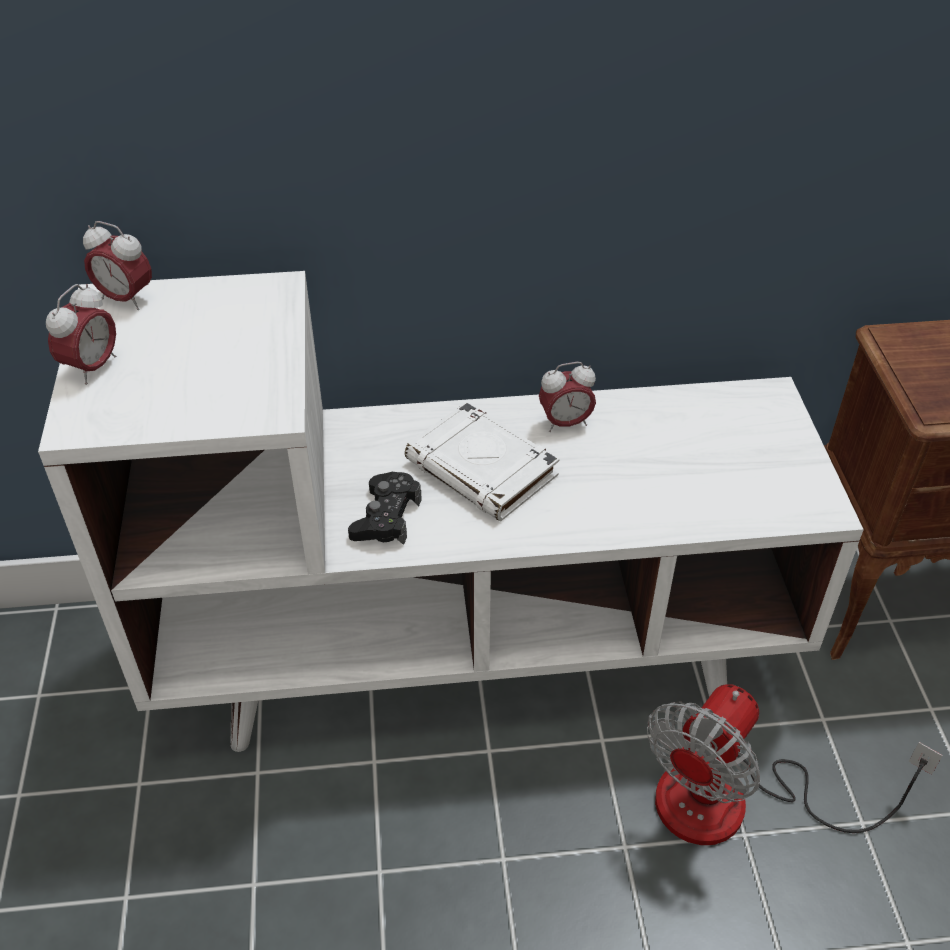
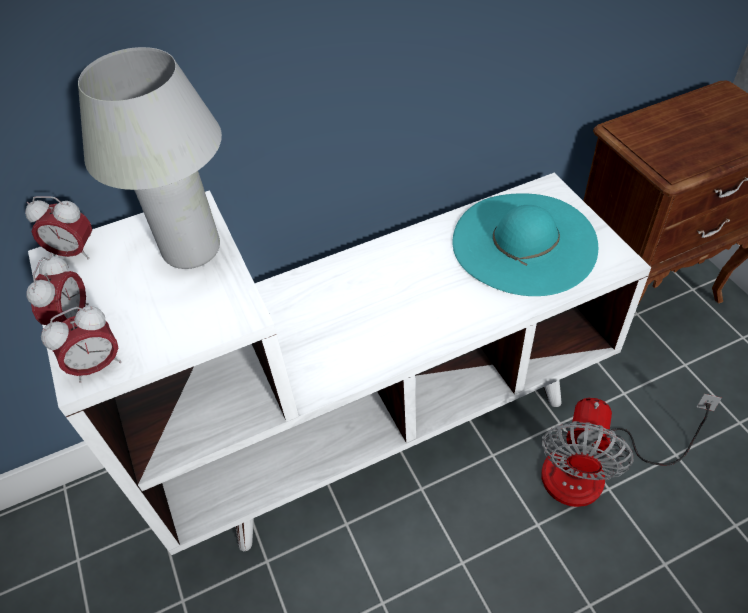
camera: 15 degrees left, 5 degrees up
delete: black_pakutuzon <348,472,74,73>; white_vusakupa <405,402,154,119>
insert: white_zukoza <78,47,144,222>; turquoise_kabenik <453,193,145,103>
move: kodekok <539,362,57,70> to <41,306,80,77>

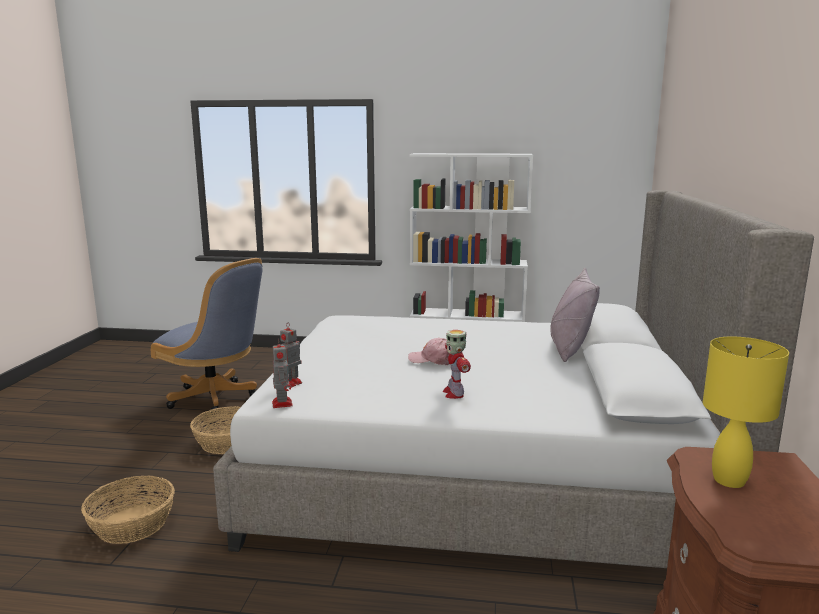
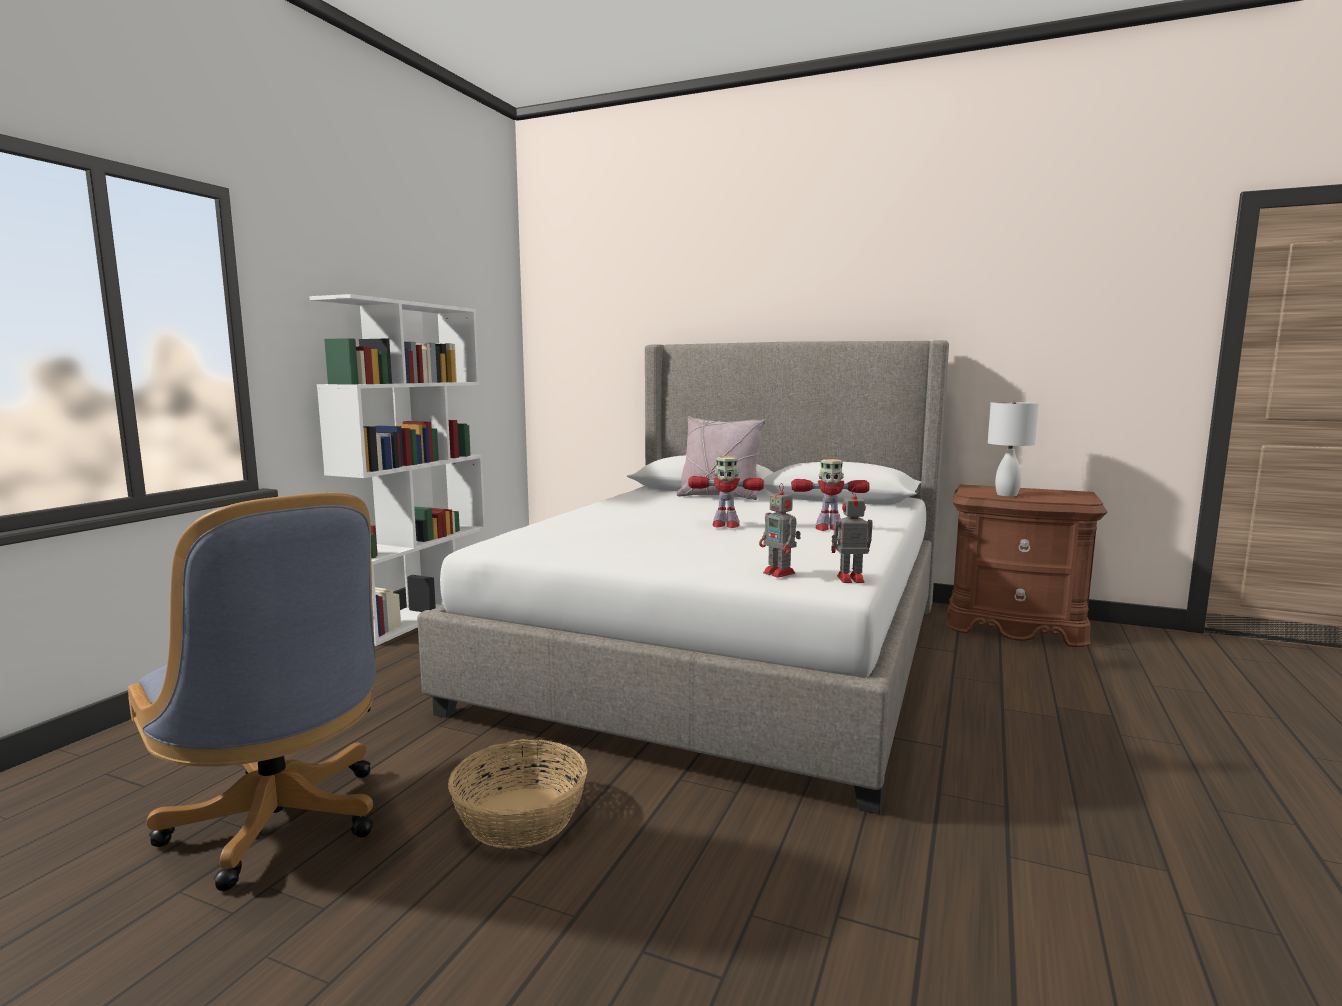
camera: 75 degrees left, 5 degrees down
delete: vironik <81,476,94,68>
replace: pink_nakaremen <408,338,41,27> to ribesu <688,456,76,72>
recolor: yellow_zukoza <703,337,86,151> to white_zukoza <988,401,51,96>
rotate: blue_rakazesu <150,258,113,157> = <128,492,248,399> 90 degrees clockwise

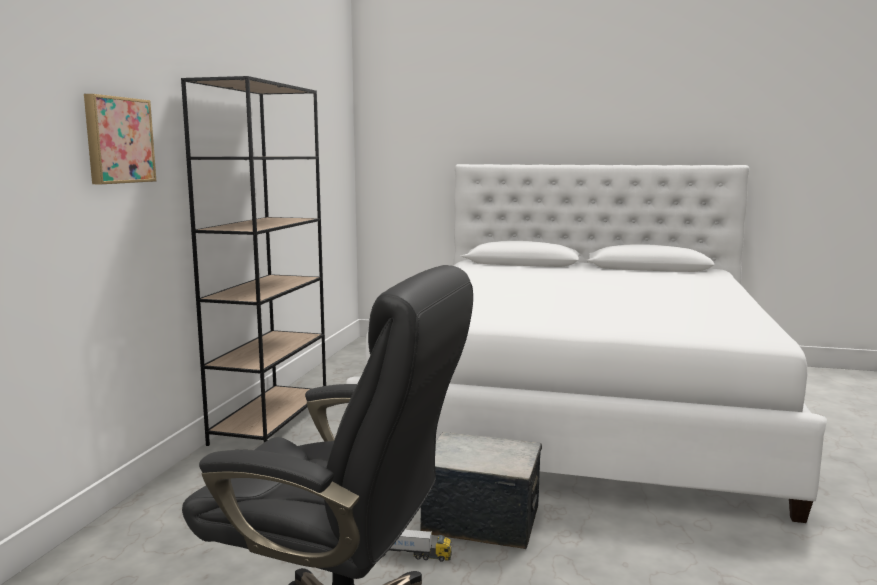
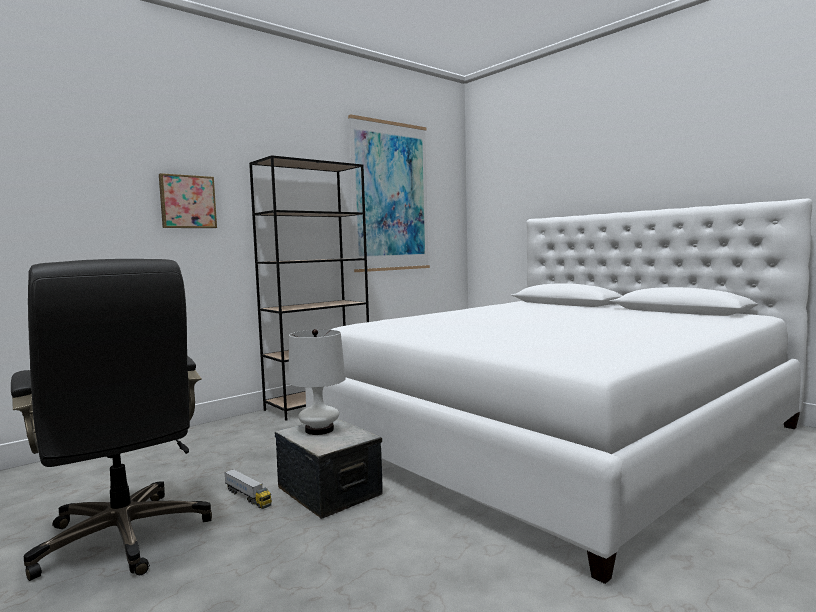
camera: 35 degrees right, 5 degrees down
insert: white_zukoza <289,329,57,106>; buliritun <348,114,82,158>

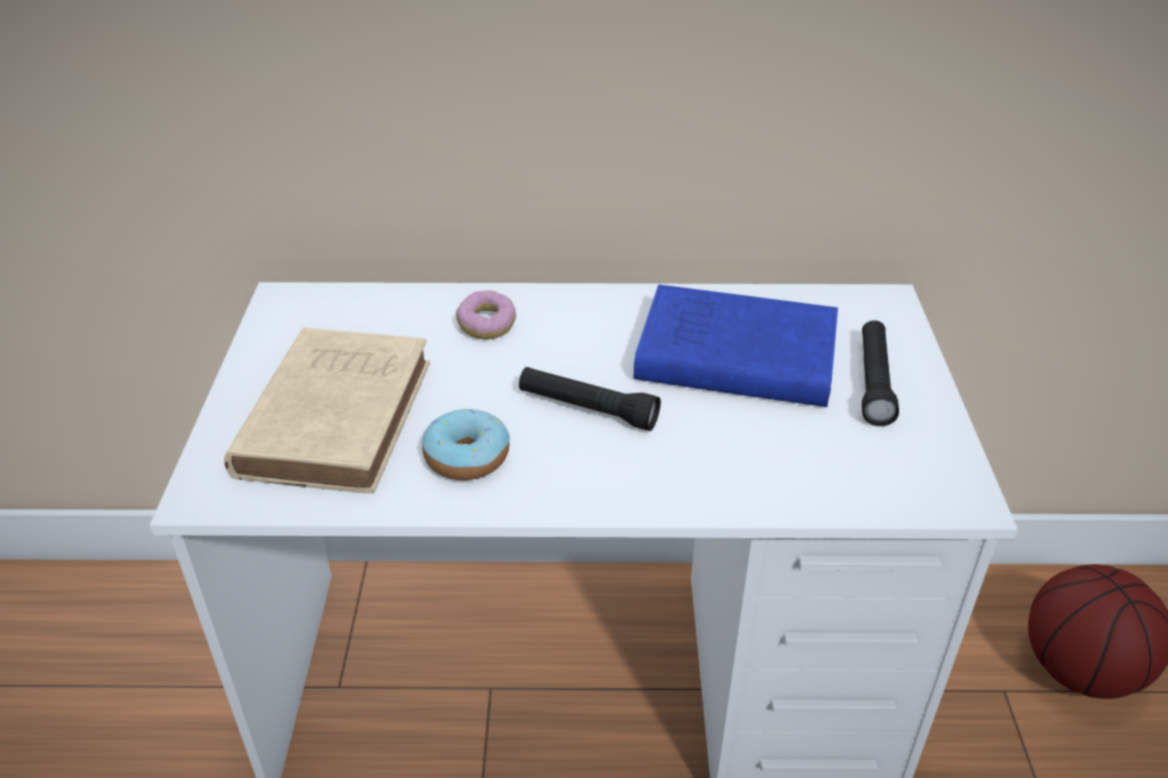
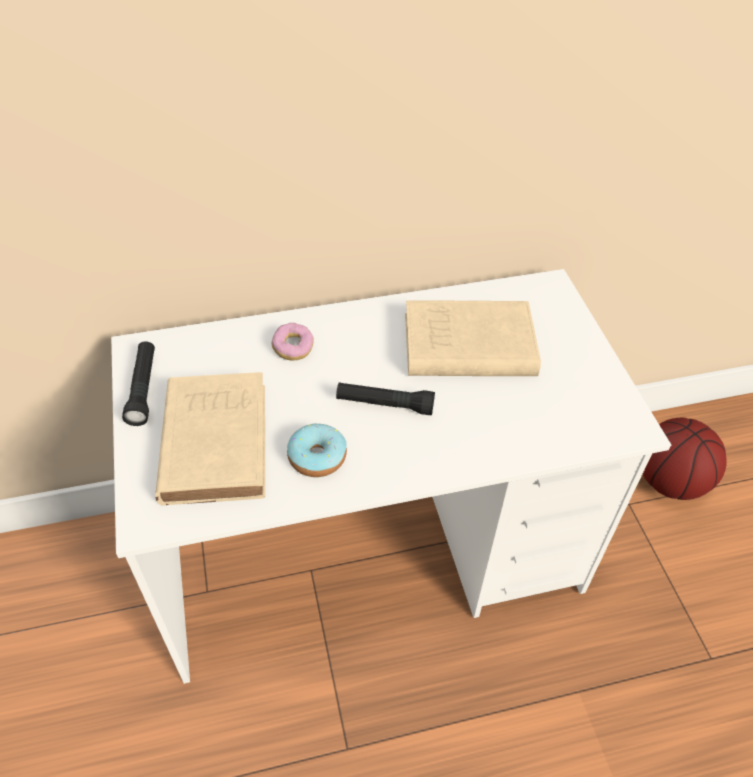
camera: 15 degrees left, 10 degrees up
move: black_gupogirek <862,320,37,106> to <122,342,33,84>
recolor: blue_vusakupa <634,285,204,122> to beige_vusakupa <405,300,136,76>

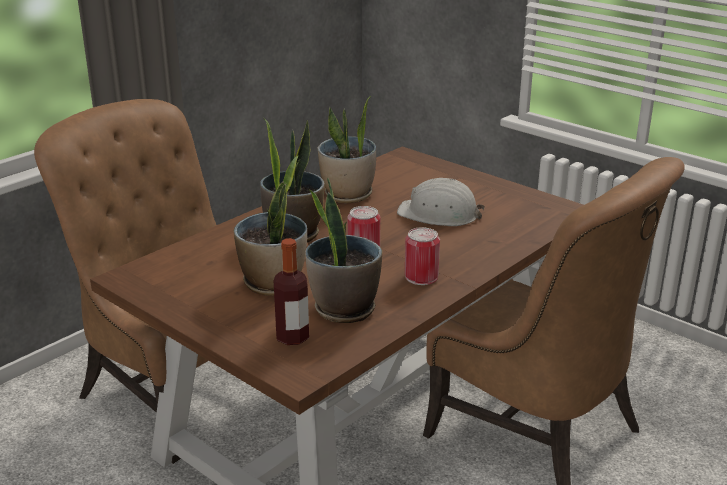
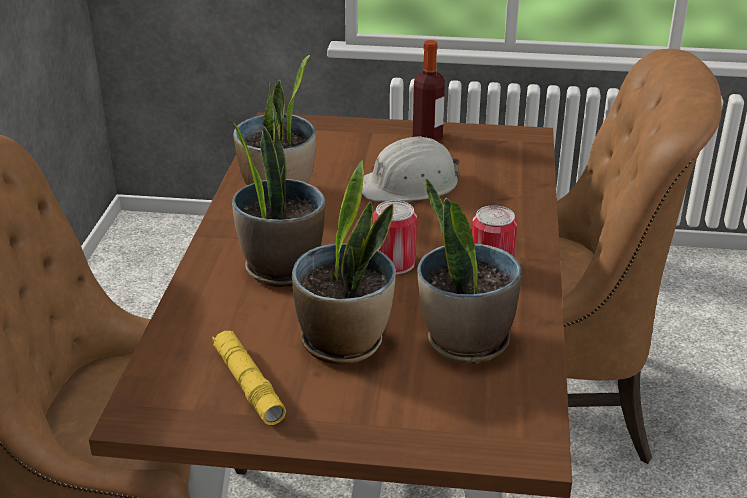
camera: 35 degrees left, 5 degrees up
insert: yellow_gupogirek <212,331,74,94>
move: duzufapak <273,238,36,107> to <413,40,32,101>

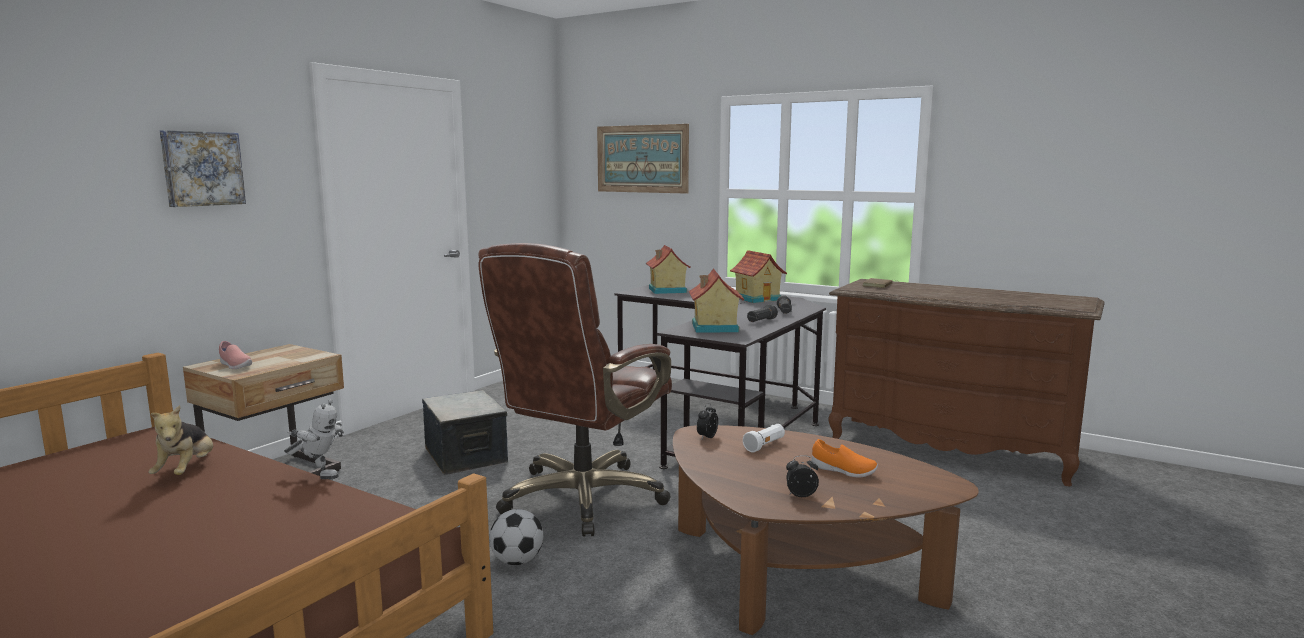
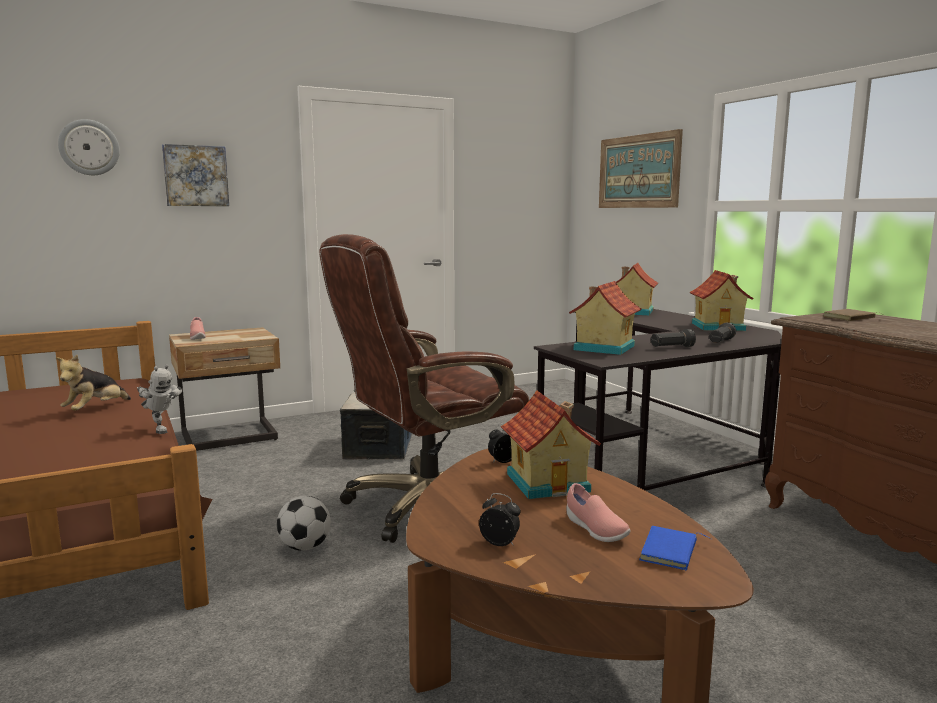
camera: 30 degrees right, 0 degrees up
insert: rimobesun <58,119,62,56>; blue_vusakupa <639,526,72,44>
replace: white_gupogirek <743,424,42,28> to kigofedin <501,390,100,109>
recolor: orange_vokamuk <812,439,66,38> to pink_vokamuk <566,483,64,59>

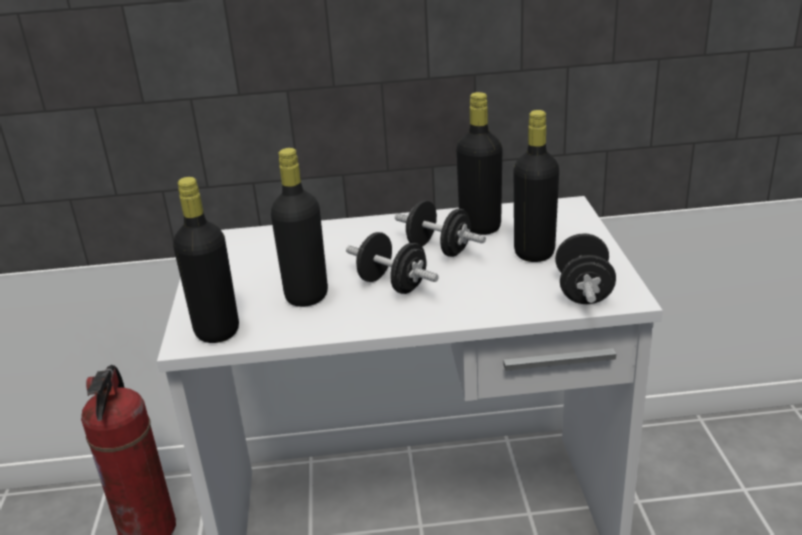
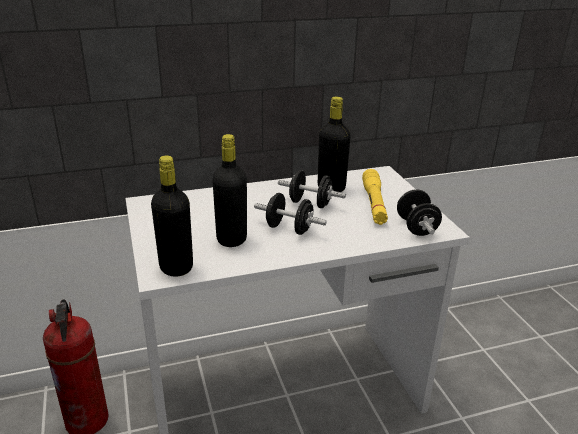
camera: 15 degrees left, 0 degrees up
replace: black_duzufapak <514,110,45,152> to yellow_gupogirek <362,169,26,56>

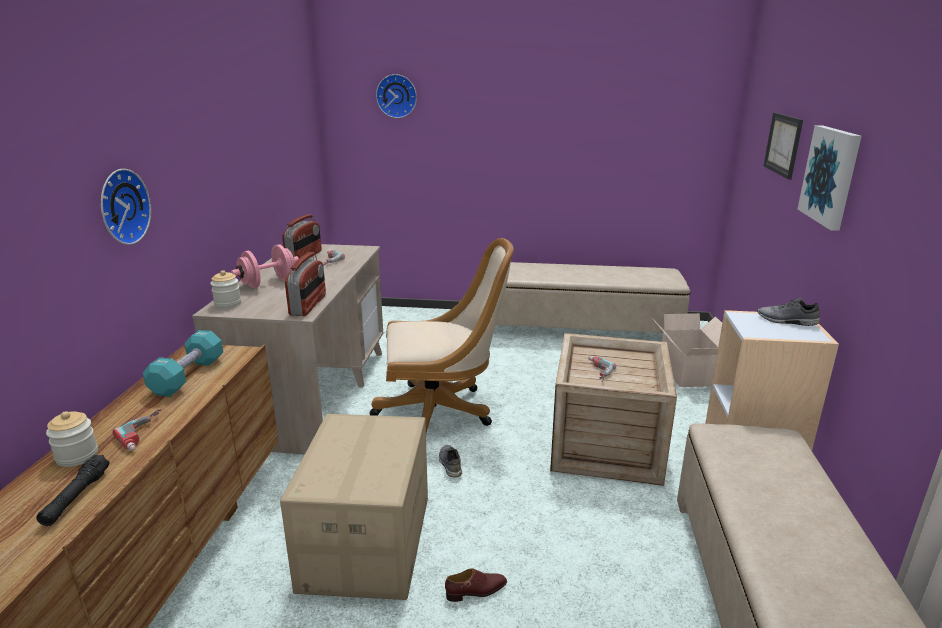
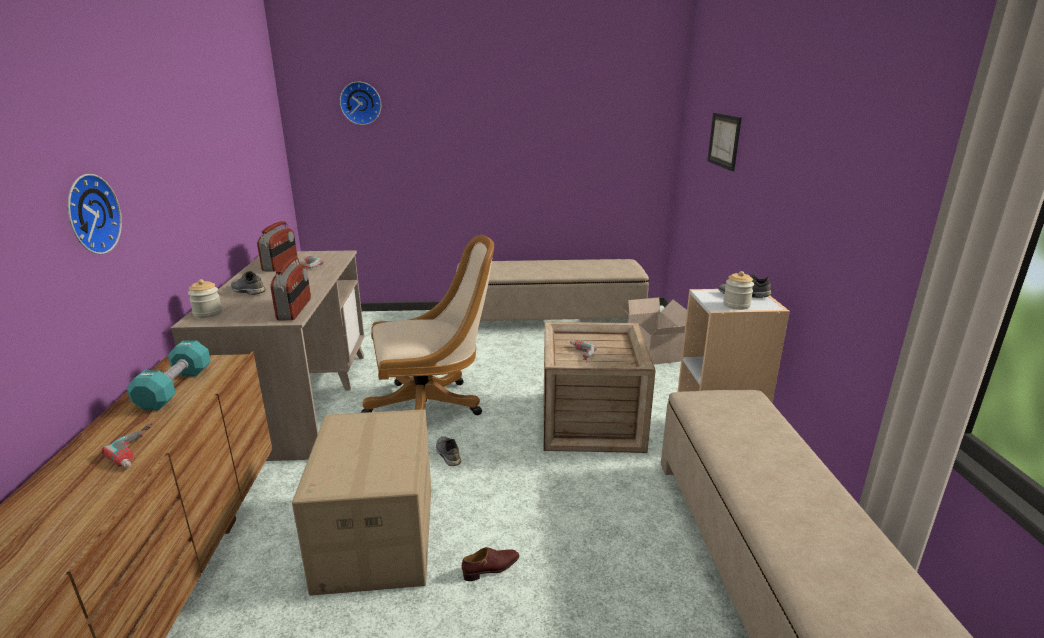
camera: 10 degrees left, 0 degrees up
delete: black_gupogirek <36,455,74,71>; buliritun <798,125,64,106>
move: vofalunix <46,411,52,56> to <723,271,31,39>
replace: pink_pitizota <231,244,68,44> to grey_vokamuk <231,271,35,24>

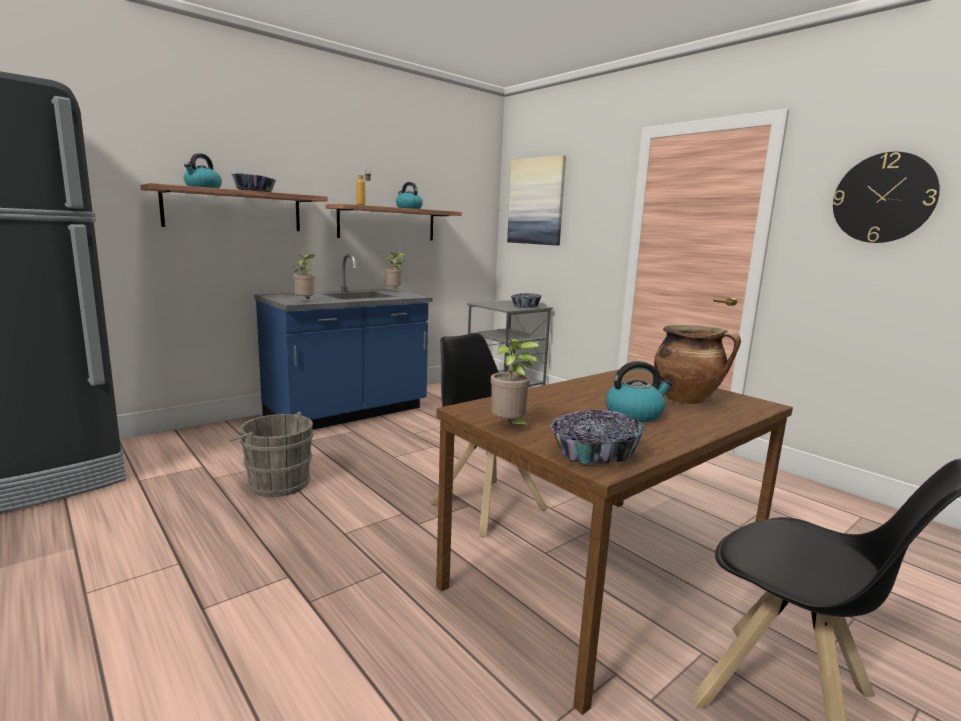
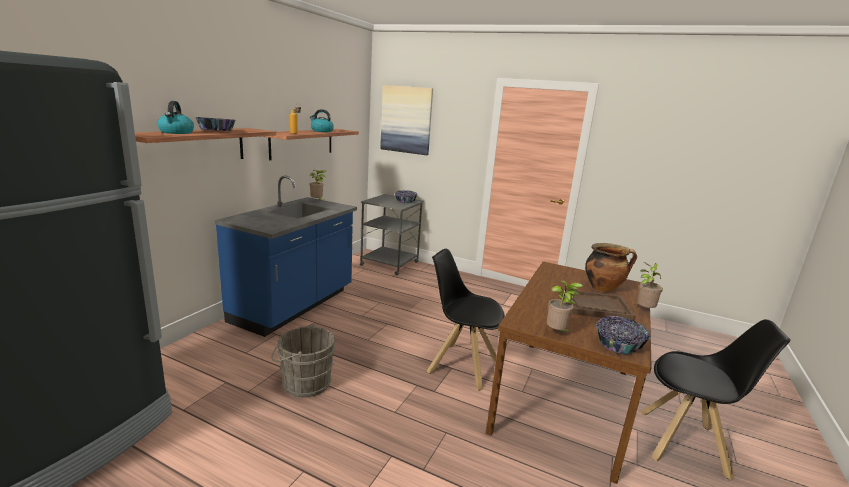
camera: 25 degrees left, 5 degrees up
delete: rimobesun <833,152,107,91>
move: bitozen <292,254,24,46> to <634,262,29,46>
replace: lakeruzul <606,361,67,61> to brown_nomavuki <565,290,70,30>

